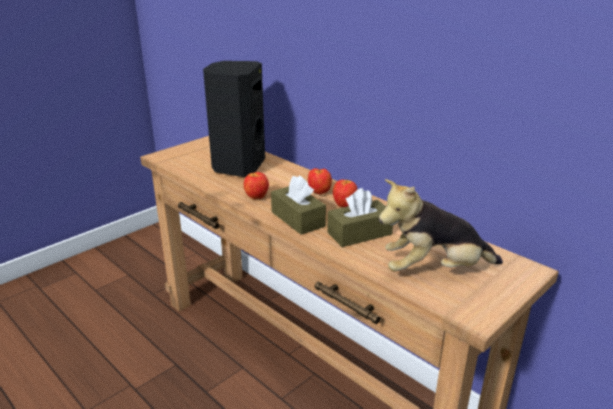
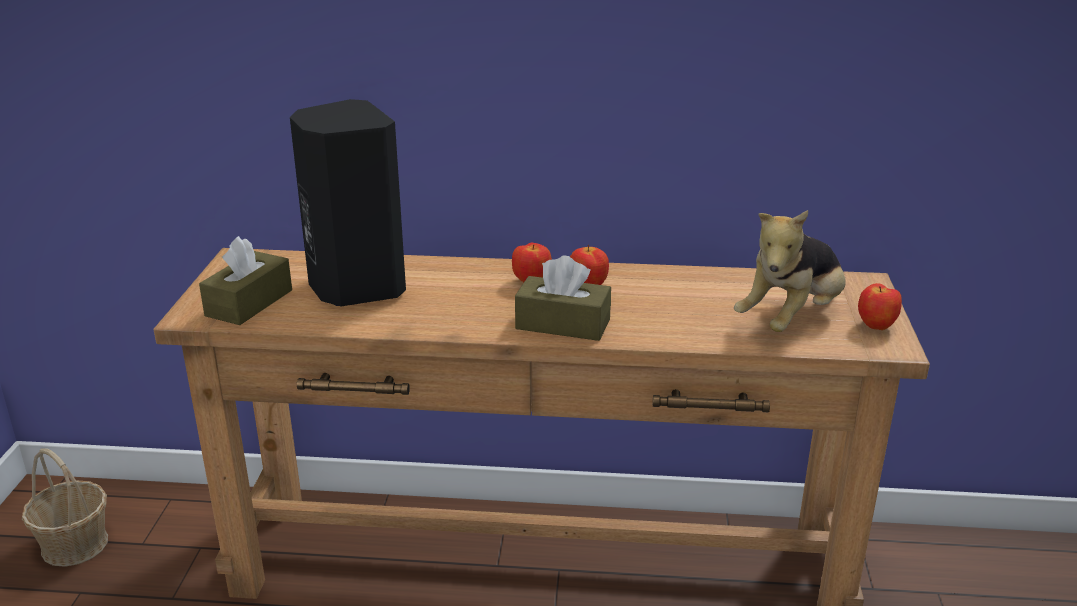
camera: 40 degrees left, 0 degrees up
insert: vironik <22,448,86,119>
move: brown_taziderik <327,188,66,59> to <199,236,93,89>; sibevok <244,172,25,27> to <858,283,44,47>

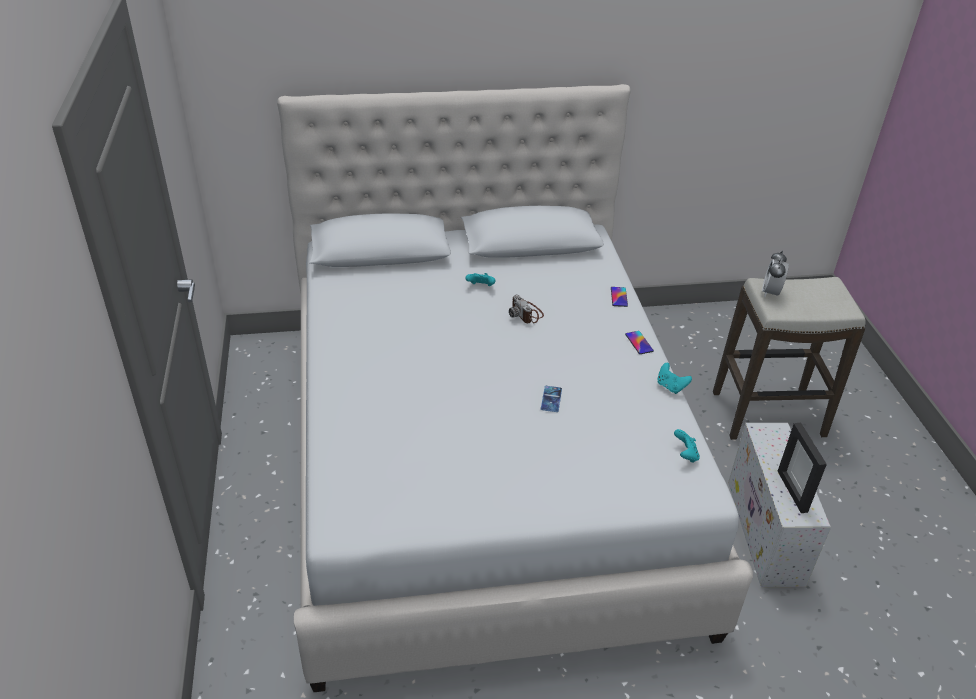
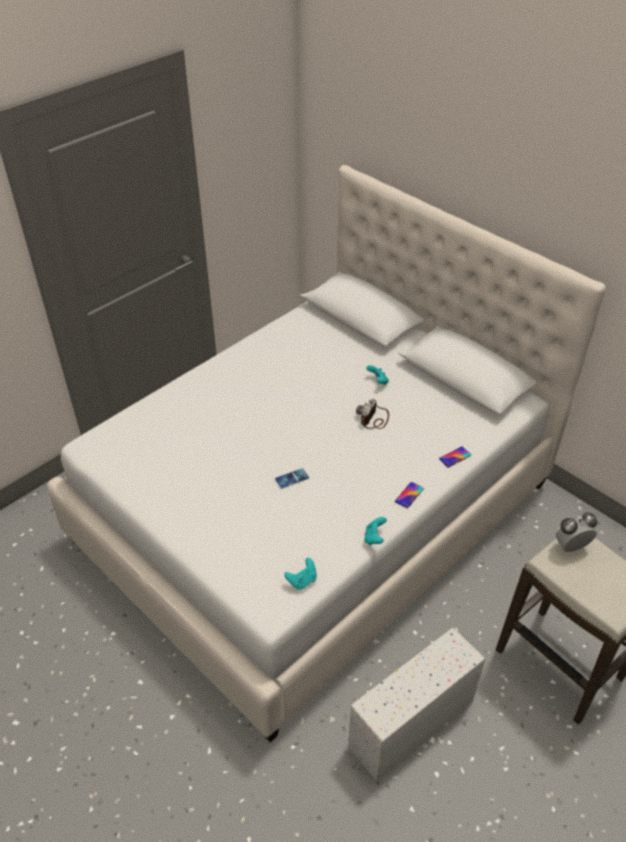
camera: 55 degrees right, 5 degrees up
delete: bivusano <778,423,49,90>

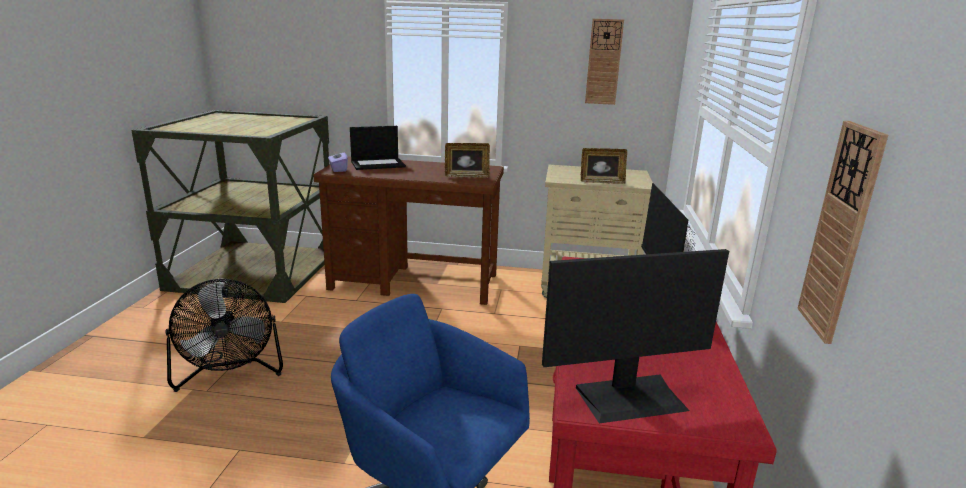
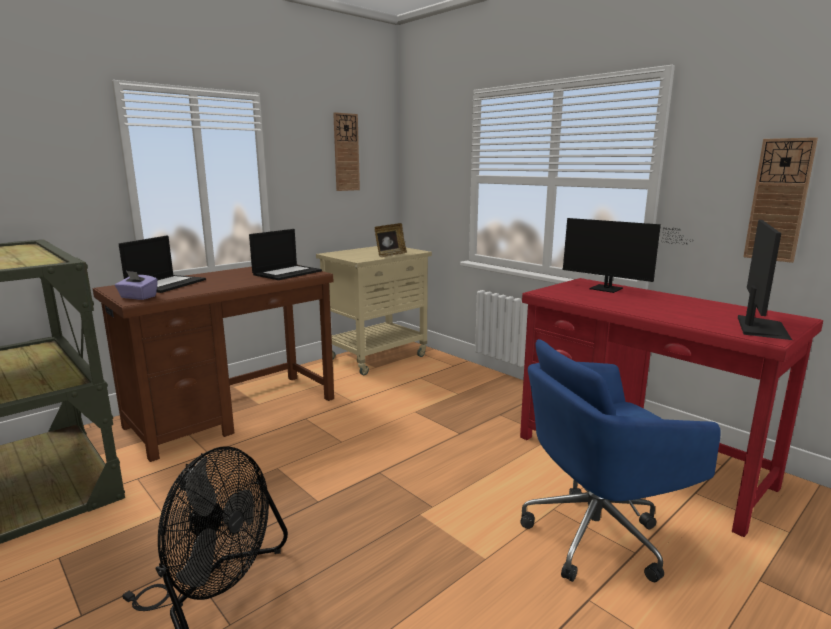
camera: 50 degrees left, 5 degrees down
replace: bivusano <445,143,45,35> to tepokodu <249,229,73,51>

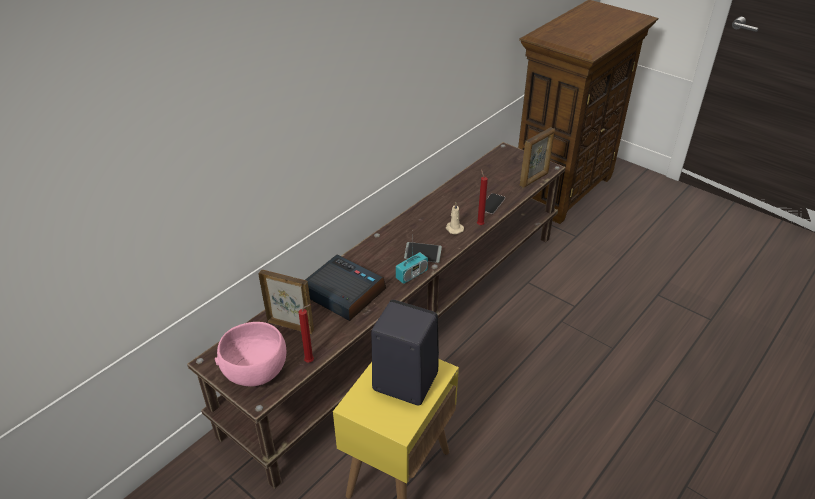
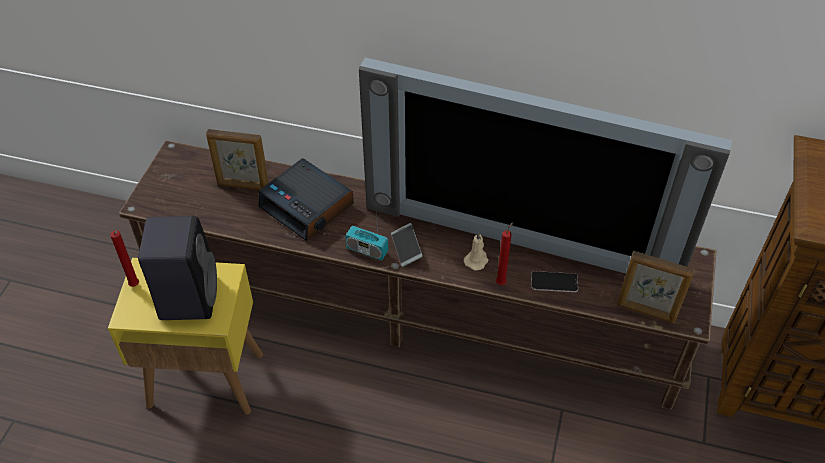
camera: 65 degrees right, 10 degrees up
delete: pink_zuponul <215,322,71,65>
insert: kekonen <359,58,373,216>
move: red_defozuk <298,304,16,59> to <110,231,29,56>
rotate: bivusano <259,270,55,64> = <206,129,63,61> 105 degrees clockwise; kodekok <305,255,81,66> = <258,158,96,83> 120 degrees clockwise

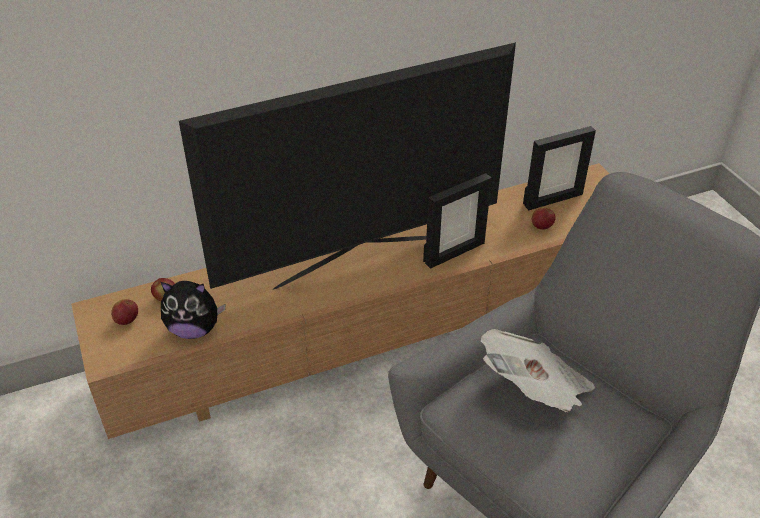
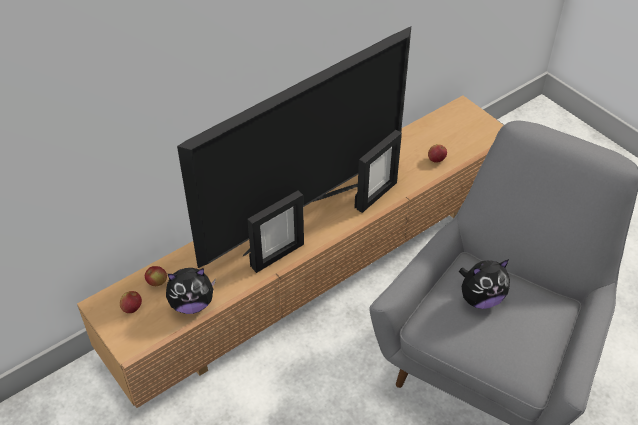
camera: 15 degrees left, 5 degrees up
move: bivusano <523,126,73,84> to <247,191,57,82>
replace: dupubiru <481,329,114,83> to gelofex <459,259,51,50>

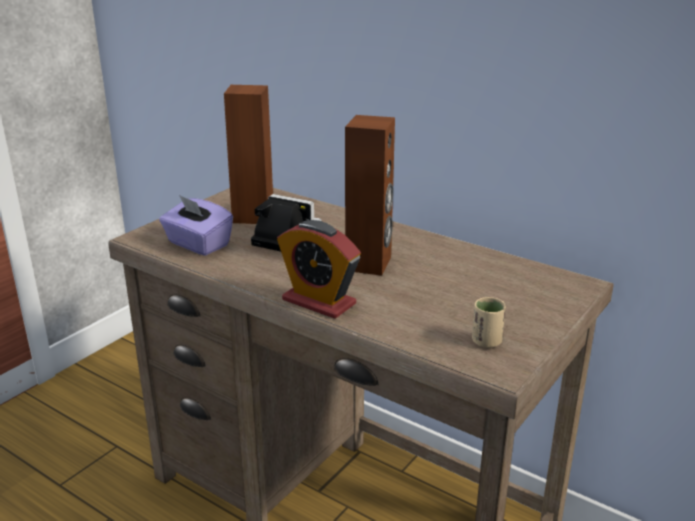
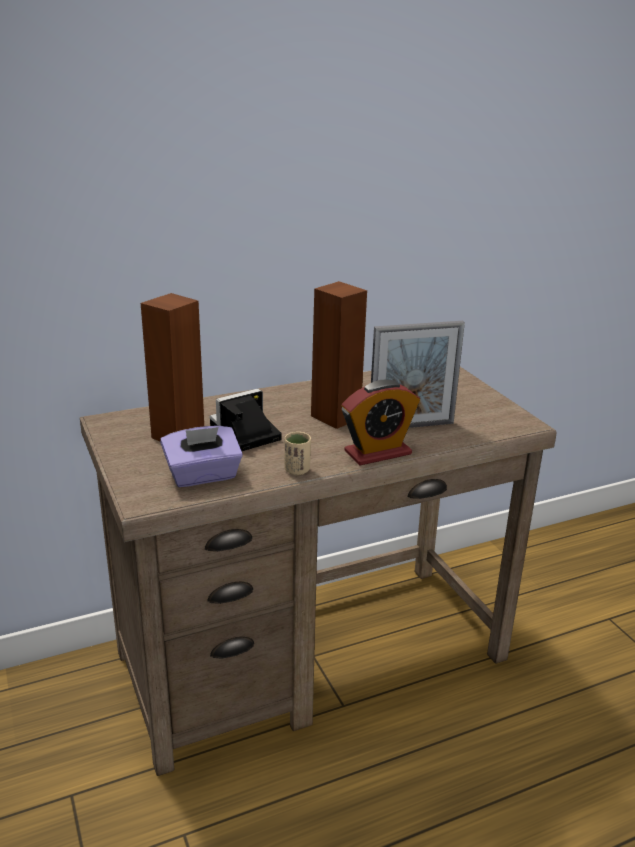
camera: 60 degrees left, 0 degrees up
insert: bivusano <371,321,94,107>
move: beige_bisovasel <472,297,34,51> to <284,432,27,43>

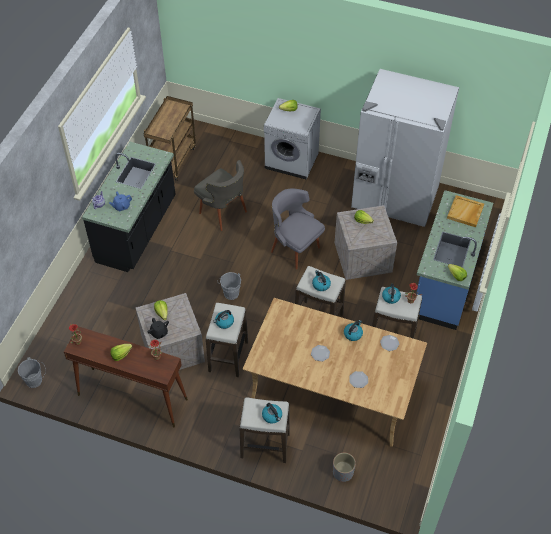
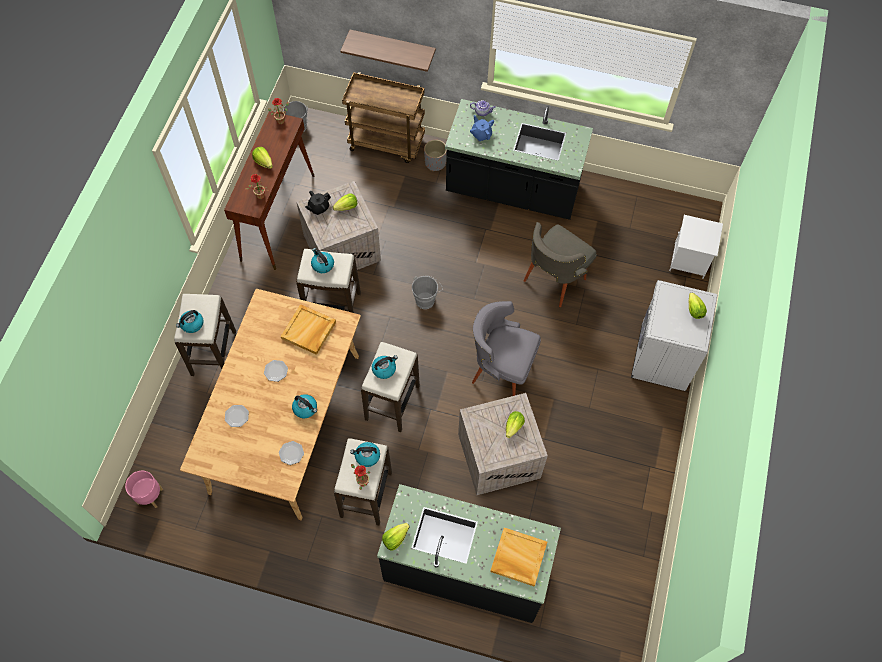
camera: 85 degrees right, 10 degrees up
delete: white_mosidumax <351,69,108,158>
insert: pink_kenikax <125,471,38,37>; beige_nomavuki <281,304,55,51>; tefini <341,30,95,42>; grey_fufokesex <669,215,54,64>
move: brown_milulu <144,96,52,85> to <342,72,83,91>; grey_kenikax <333,453,23,29> to <424,140,23,31>
recolor: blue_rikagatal <416,190,77,140> to black_rikagatal <377,484,184,139>
rotate: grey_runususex <271,189,54,81> = <472,301,69,95> 105 degrees counterclockwise

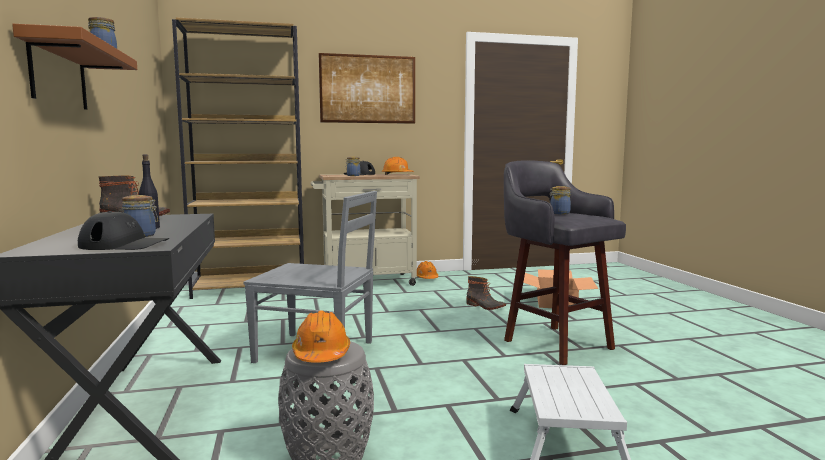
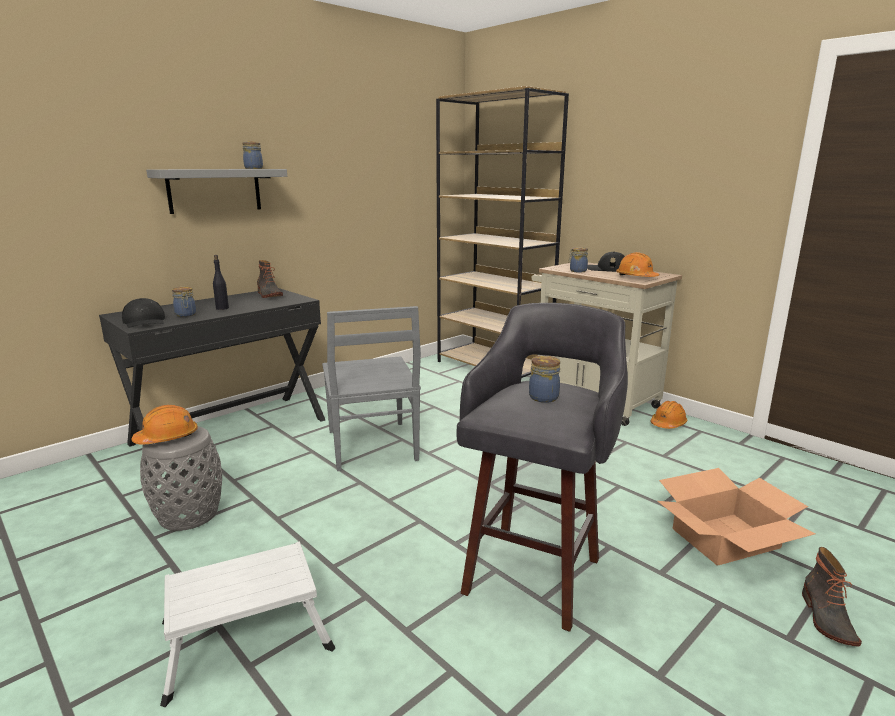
camera: 60 degrees right, 10 degrees up
delete: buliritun <319,53,96,71>
move: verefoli <466,276,40,34> to <802,547,60,99>
recolor: brown_tefini <12,24,125,86> to grey_tefini <146,169,141,45>

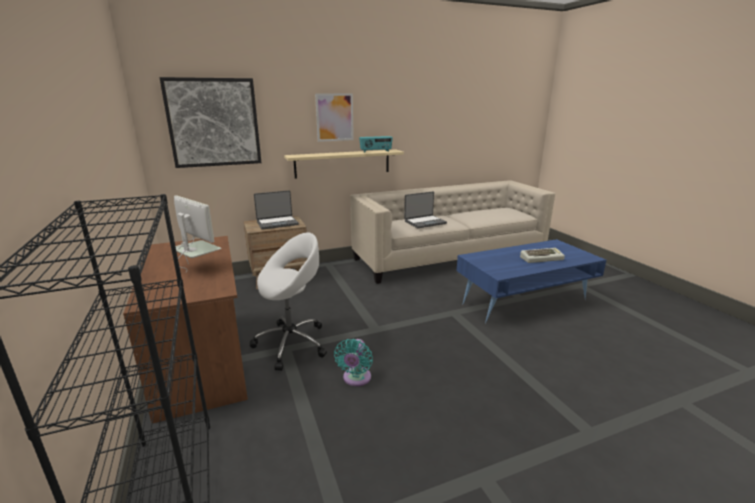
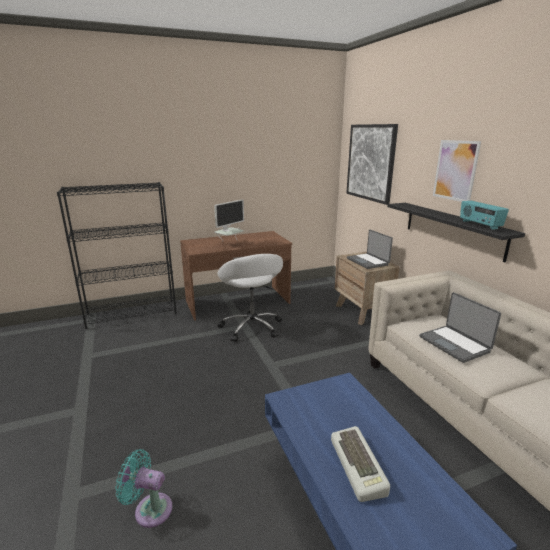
camera: 90 degrees right, 0 degrees up
move: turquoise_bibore <334,339,39,47> to <115,449,57,79>
recolor: beige_tefini <284,149,120,30> to black_tefini <387,203,138,59>

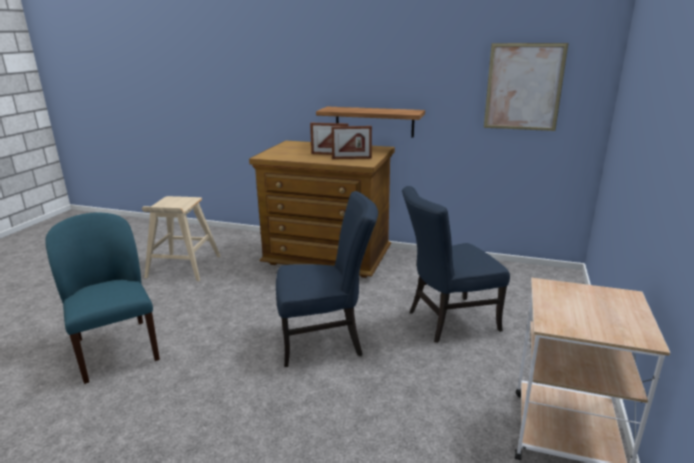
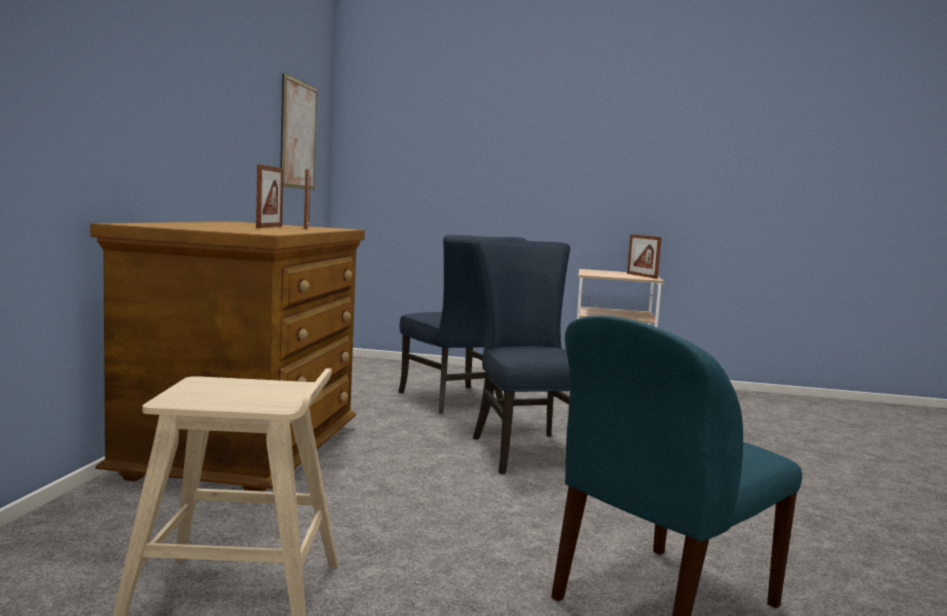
camera: 100 degrees left, 15 degrees down
delete: tefini <316,107,109,31>
insert: bivusano <627,234,35,45>

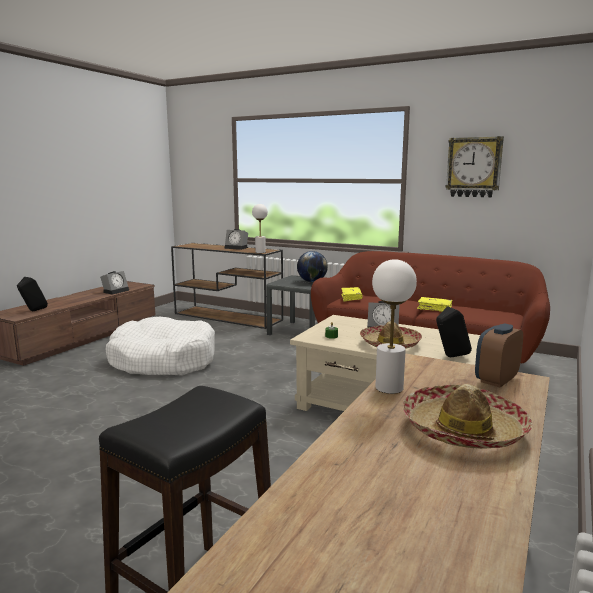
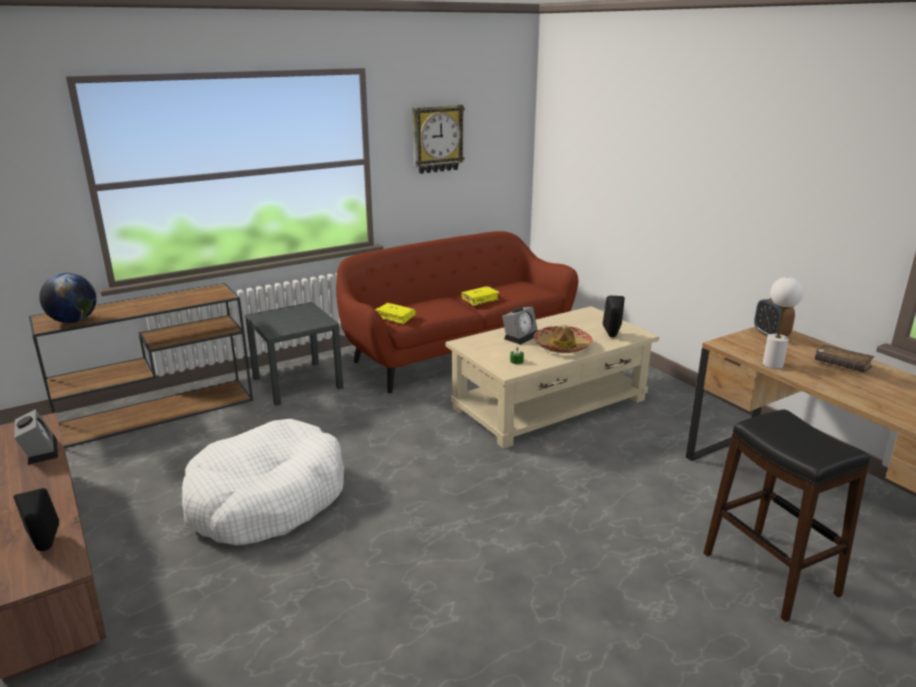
camera: 60 degrees left, 10 degrees up
delete: kodekok <225,229,23,21>; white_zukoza <252,204,16,49>
move: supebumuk <297,251,31,31> to <39,273,58,50>
replace: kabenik <403,384,129,65> to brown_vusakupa <815,344,60,29>

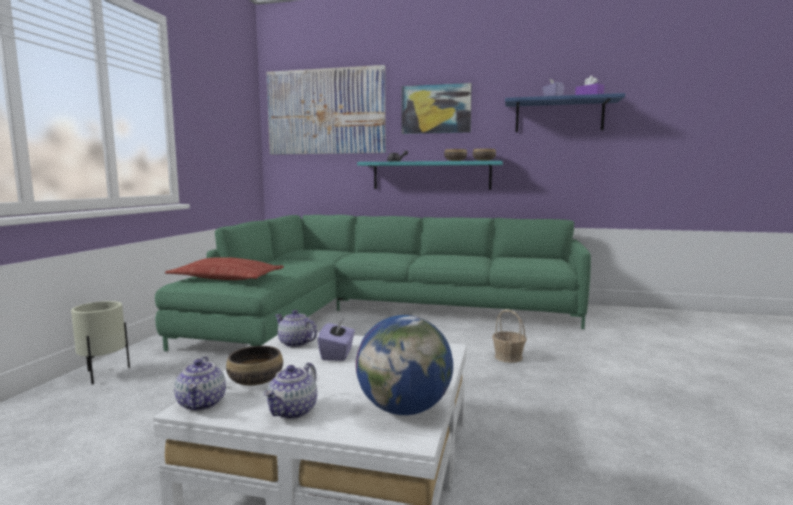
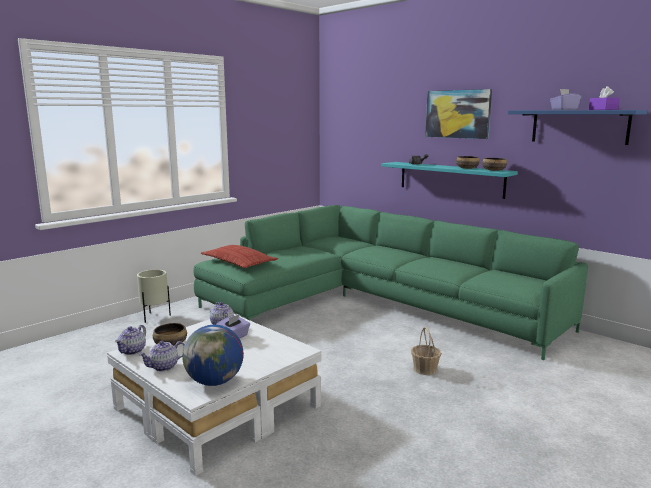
camera: 30 degrees right, 5 degrees up
delete: buliritun <266,65,120,90>

